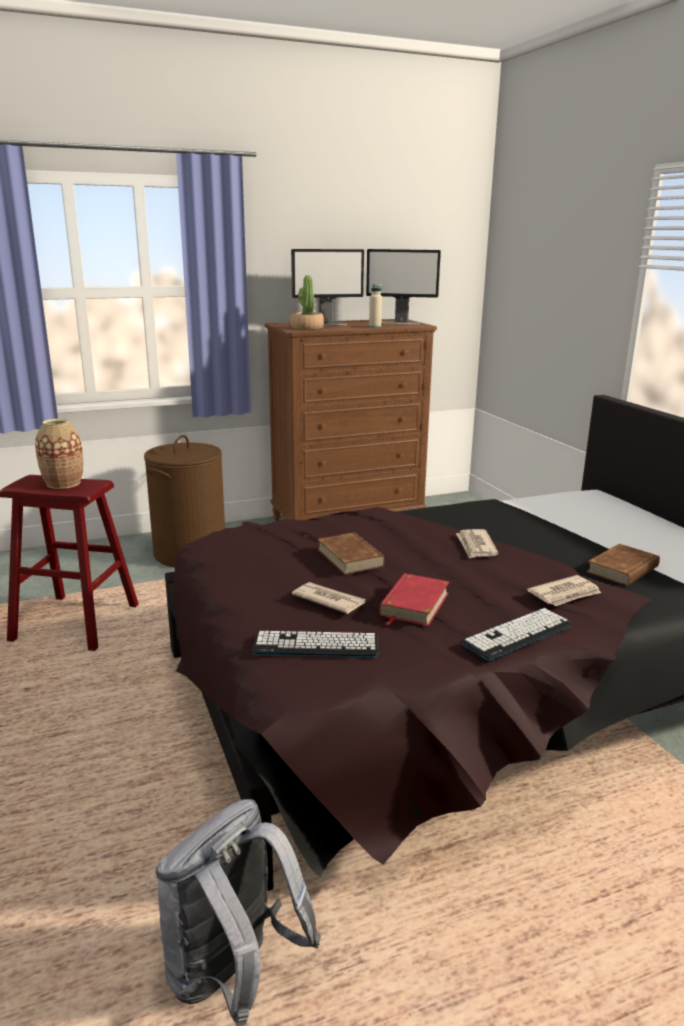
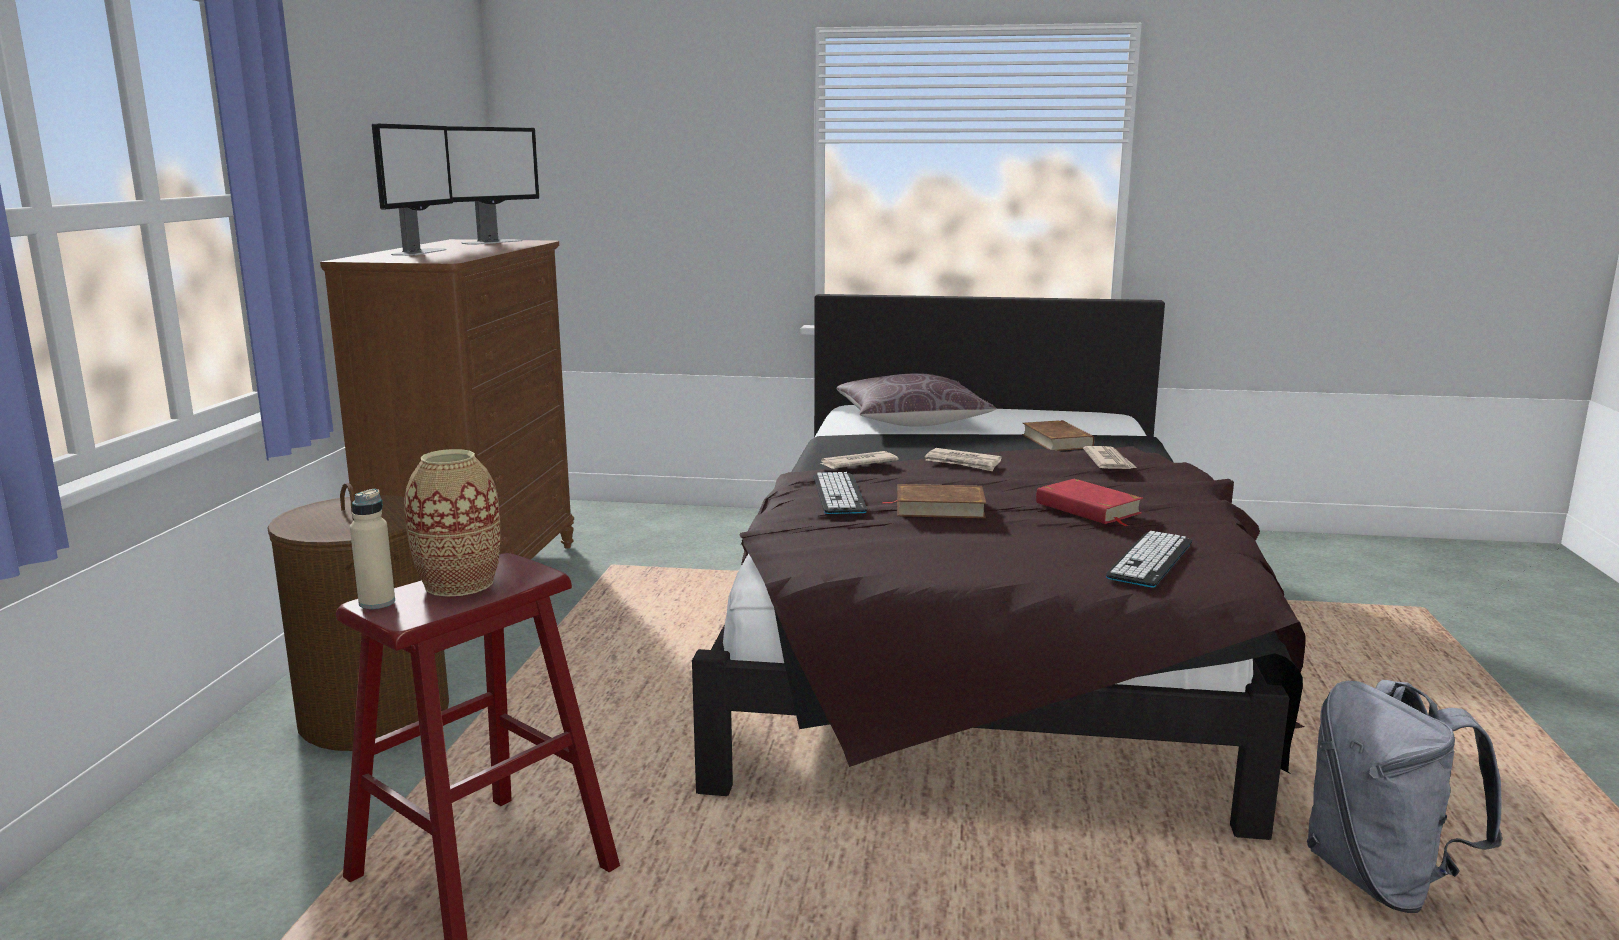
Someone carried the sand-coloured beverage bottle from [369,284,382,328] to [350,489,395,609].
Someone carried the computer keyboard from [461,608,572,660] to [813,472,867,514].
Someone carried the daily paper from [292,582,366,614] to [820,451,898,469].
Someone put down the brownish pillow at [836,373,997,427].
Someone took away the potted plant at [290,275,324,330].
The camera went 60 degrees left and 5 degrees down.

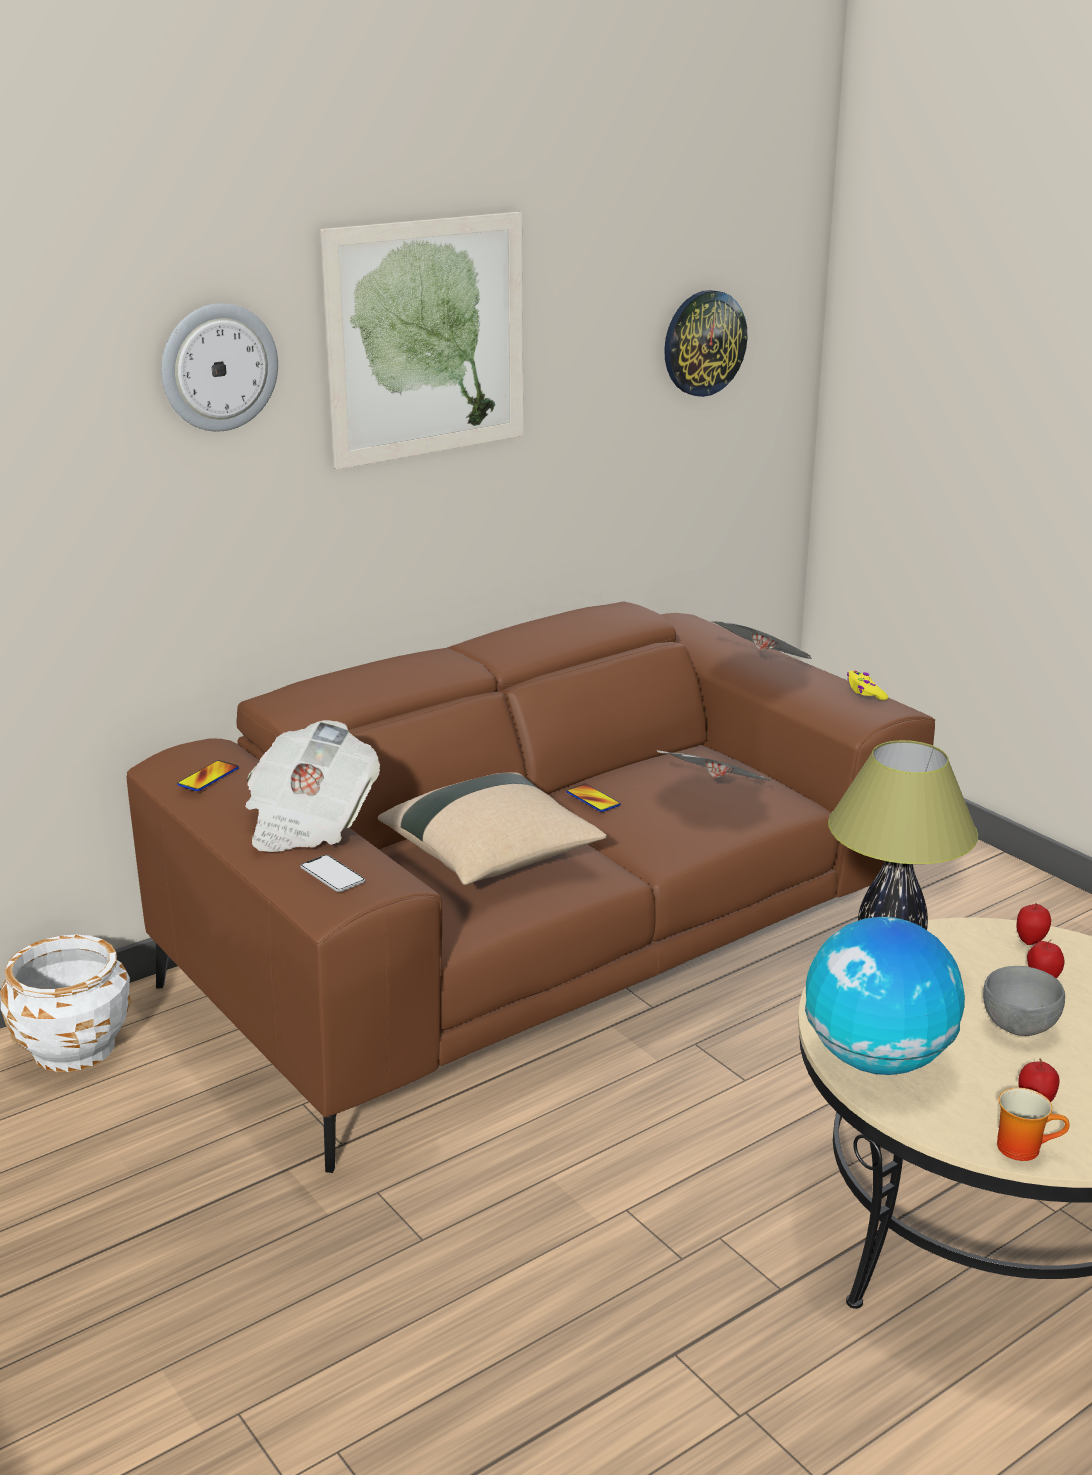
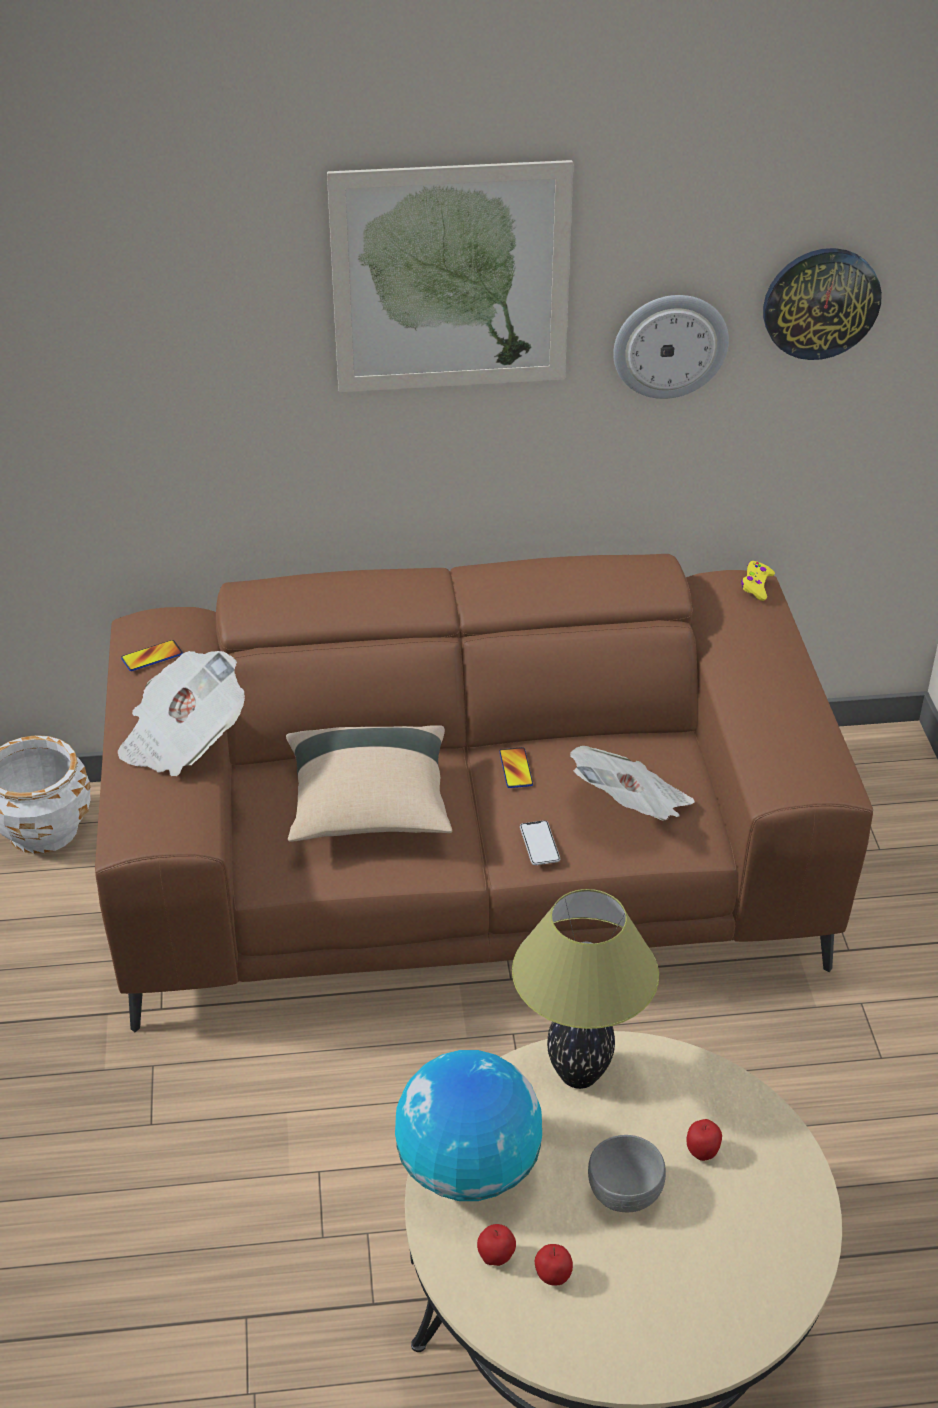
Someone carried the apple from [1017,903,1051,945] to [477,1224,516,1266].
Someone carried the telephone from [300,855,365,892] to [520,820,560,865].
Someone carried the clock on the wall from [161,303,278,432] to [613,295,729,399].
Someone carried the yellow-coloured gamepad from [847,671,888,700] to [741,561,775,601].
Someone took away the daily paper at [709,621,815,659].
Someone took away the tea mug at [997,1088,1070,1161].
The camera went 30 degrees right and 15 degrees up.

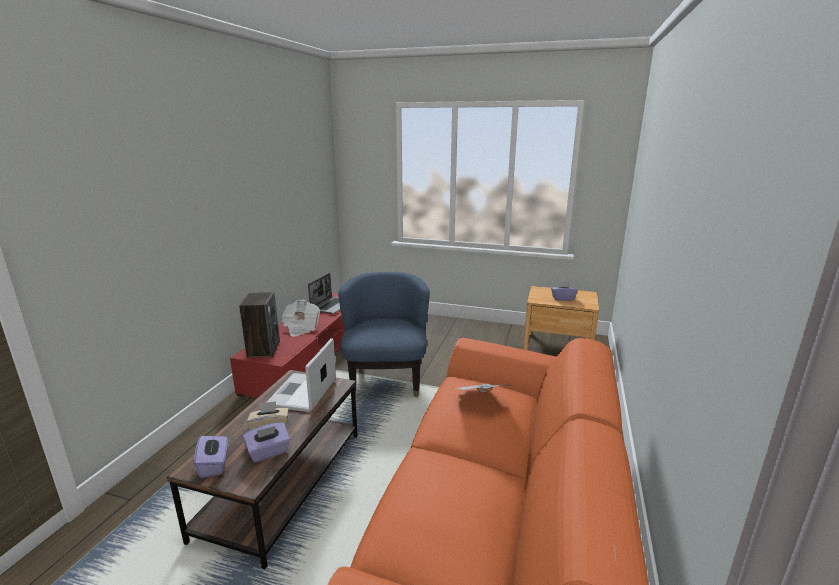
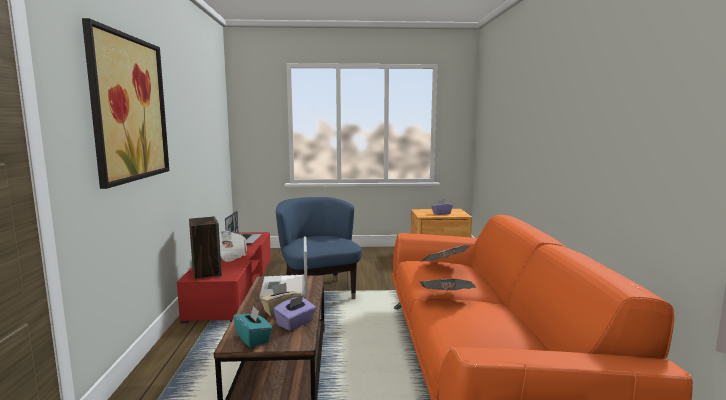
Someone put up the wall art at [82,18,169,189].
Someone repainted the purple box of tissues at [194,433,228,478], which became the turquoise-coloured box of tissues at [233,305,272,347].
Someone put down the daily paper at [419,279,476,291].
The camera went 20 degrees left and 10 degrees down.

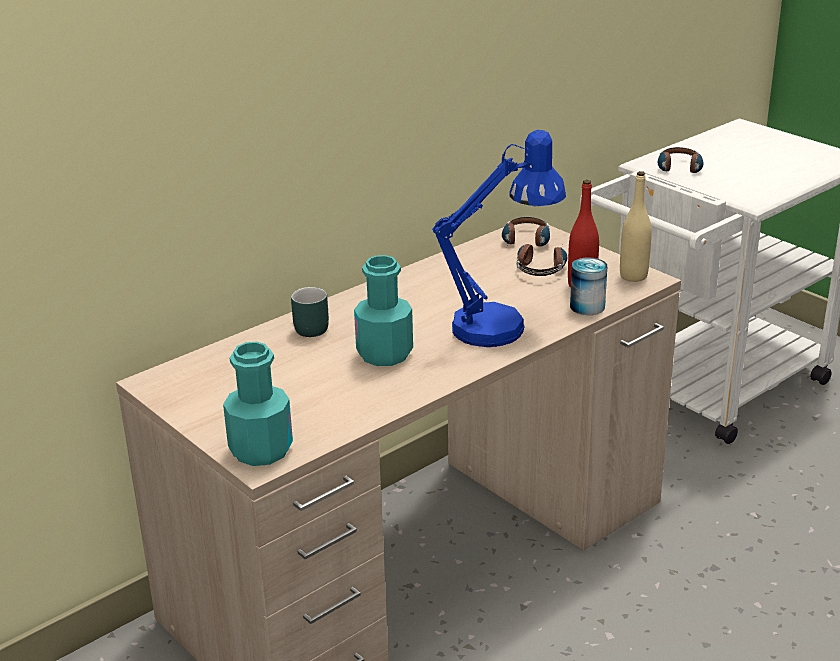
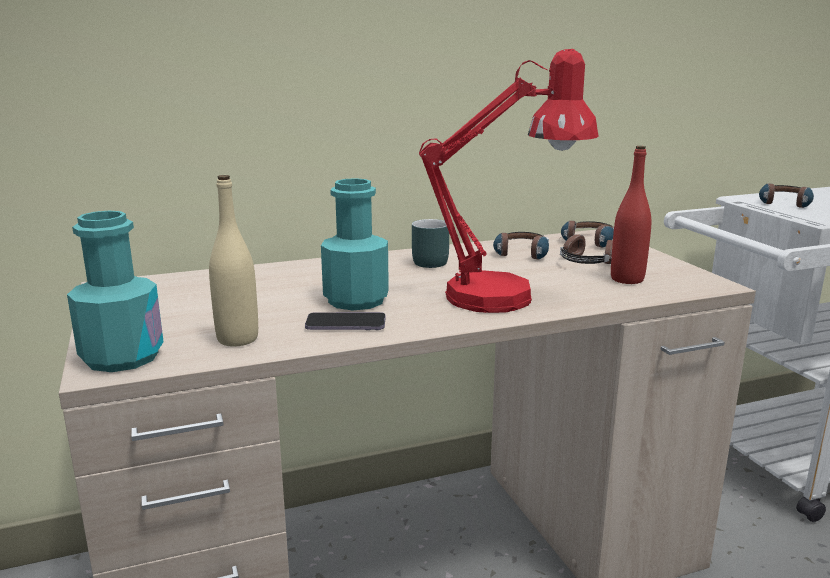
Someone carried the sand-coloured beverage bottle from [620,171,652,282] to [209,175,258,347].
Someone put down the telephone at [305,312,386,330].
Someone carried the turquoise-coloured tea mug from [291,287,329,337] to [412,219,449,268].
Someone repainted the blue-coloured table lamp at [432,130,566,347], which became the red-coloured table lamp at [419,49,599,313].
Someone put down the pair of headphones at [493,232,549,260].
Someone took away the can at [570,257,607,315].
The camera went 20 degrees right and 10 degrees down.

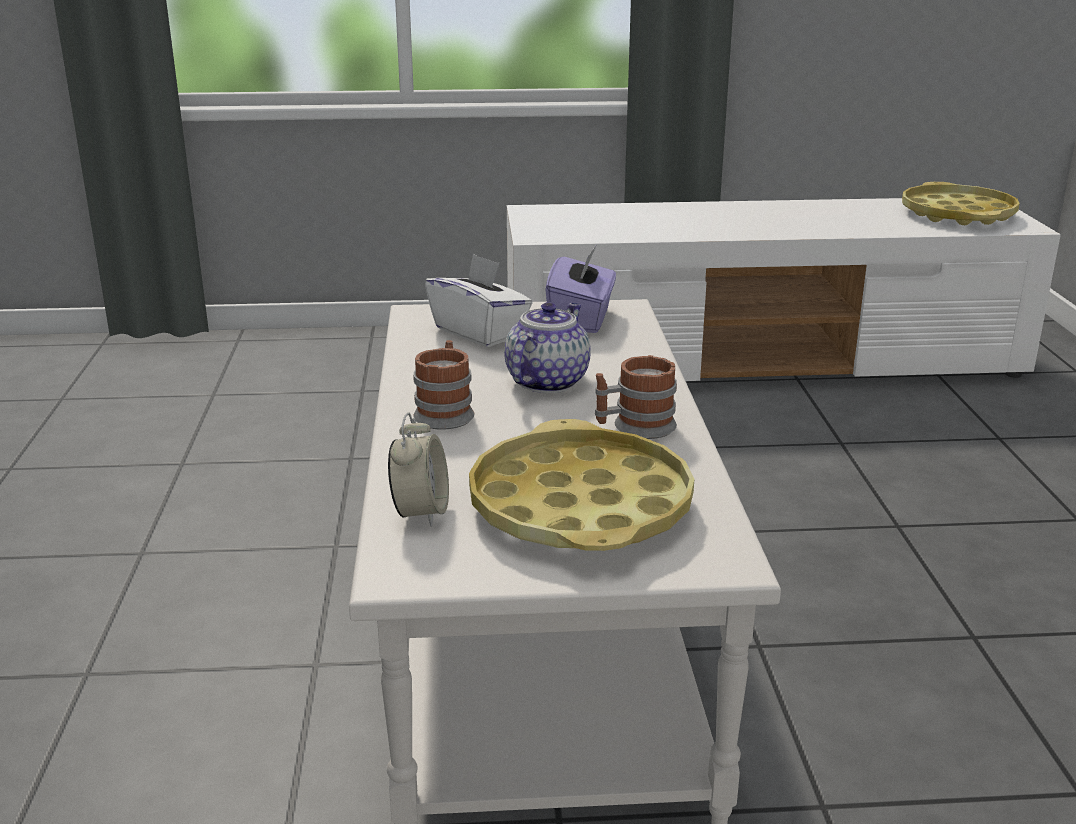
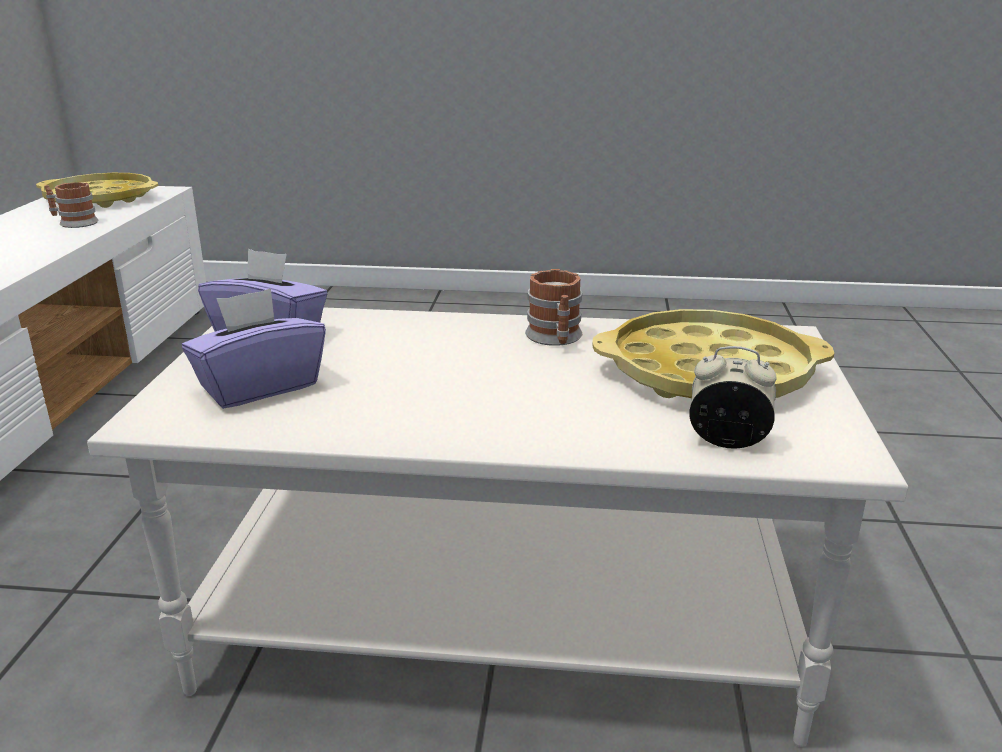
Someone carried the tea mug from [413,340,474,430] to [45,182,99,228].
Someone repainted the whitish box of tissues at [425,253,533,347], which became the purple box of tissues at [182,288,326,409].
Someone took away the pot for tea at [504,302,591,393].
The camera went 80 degrees left and 0 degrees up.

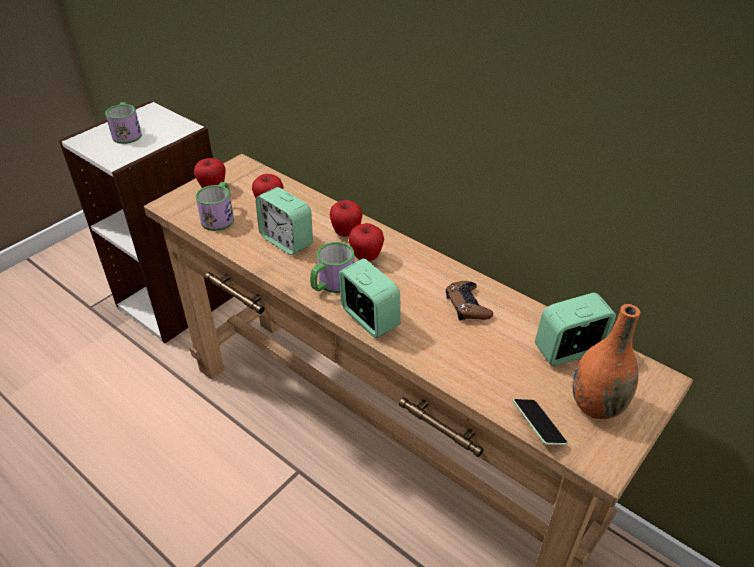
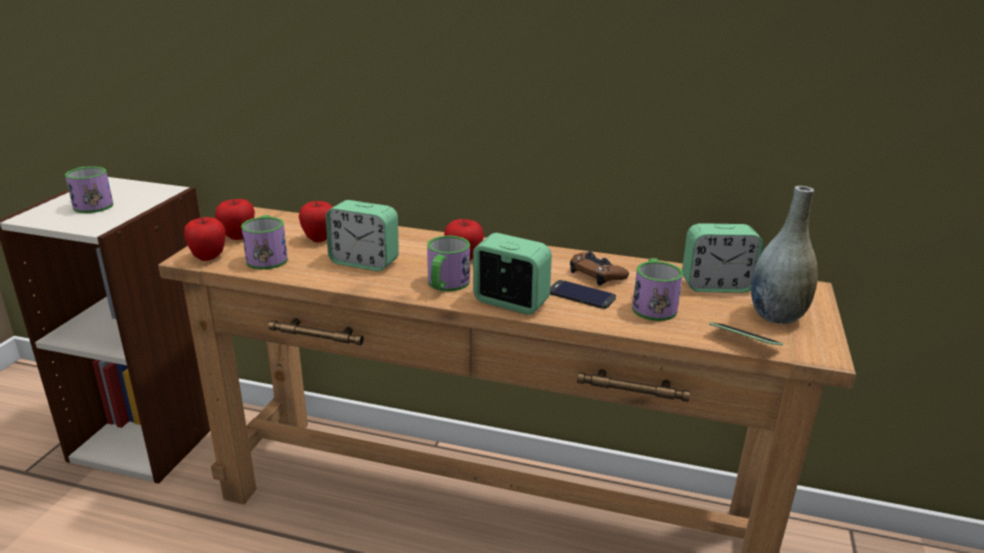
Someone carried the apple from [330,200,363,237] to [184,217,225,261].
Someone put down the telephone at [550,280,616,309].
Someone put down the tea mug at [632,258,683,321].
Someone rotated the bedside clock at [535,293,616,366] by 135 degrees counterclockwise.
Someone repainted the orangey vase at [572,304,640,419], which became the gray vase at [751,186,818,324].
The camera went 25 degrees left and 15 degrees down.

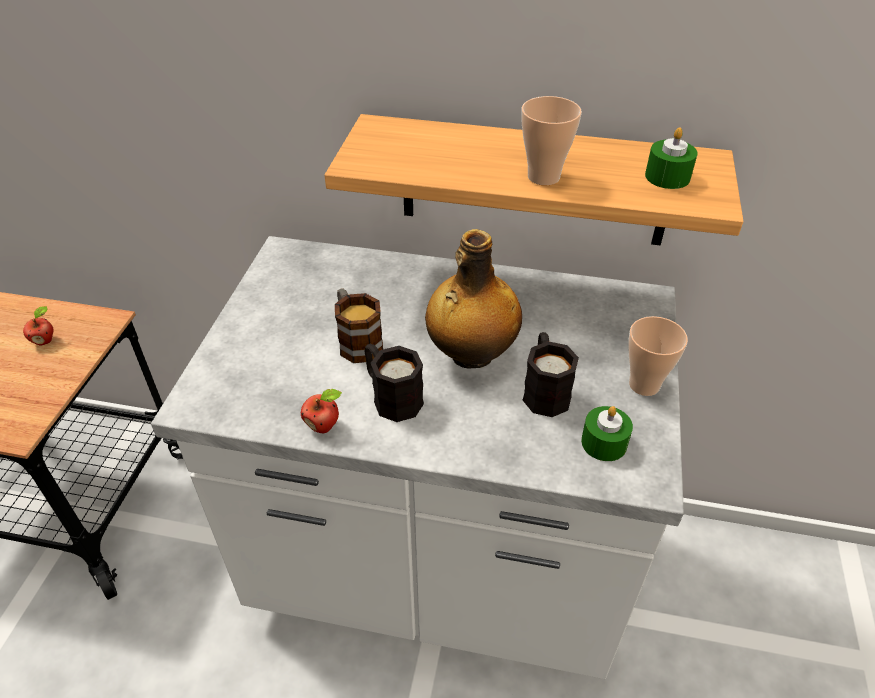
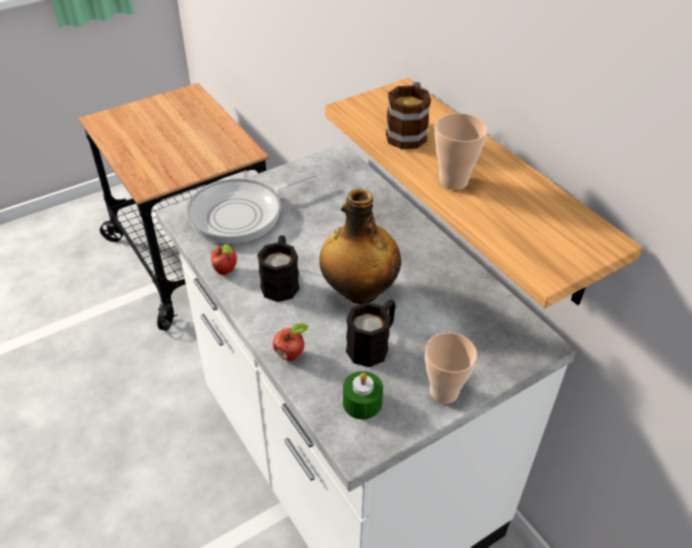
Someone put down the pan at [187,171,318,244].
Someone carried the apple from [23,306,54,345] to [273,323,309,361].
Someone carried the tea mug from [335,288,383,363] to [386,82,431,149].
Someone took away the green wax candle at [645,127,698,189].
The camera went 45 degrees right and 0 degrees up.

